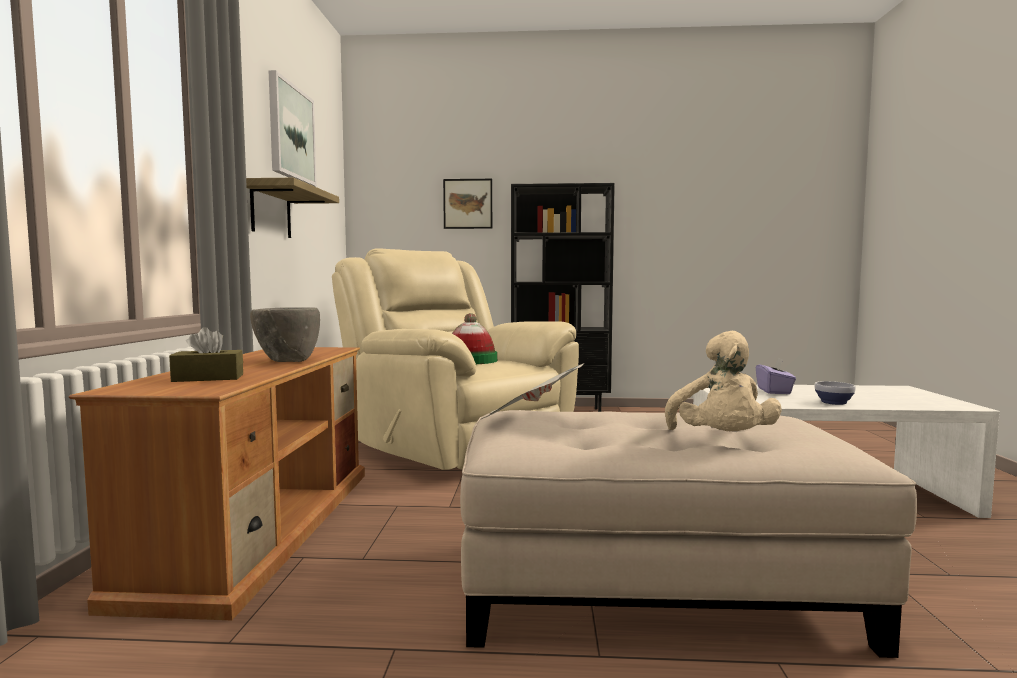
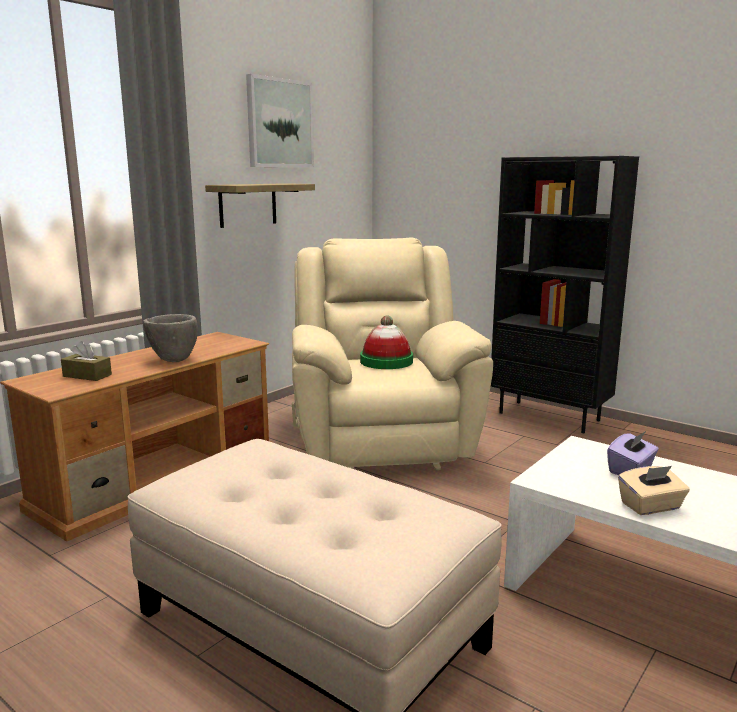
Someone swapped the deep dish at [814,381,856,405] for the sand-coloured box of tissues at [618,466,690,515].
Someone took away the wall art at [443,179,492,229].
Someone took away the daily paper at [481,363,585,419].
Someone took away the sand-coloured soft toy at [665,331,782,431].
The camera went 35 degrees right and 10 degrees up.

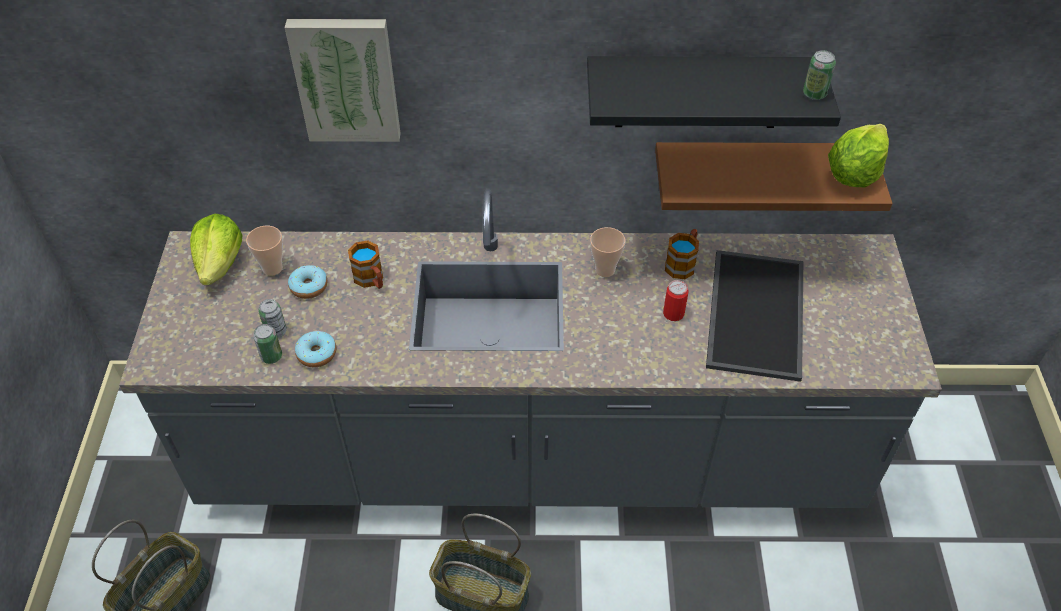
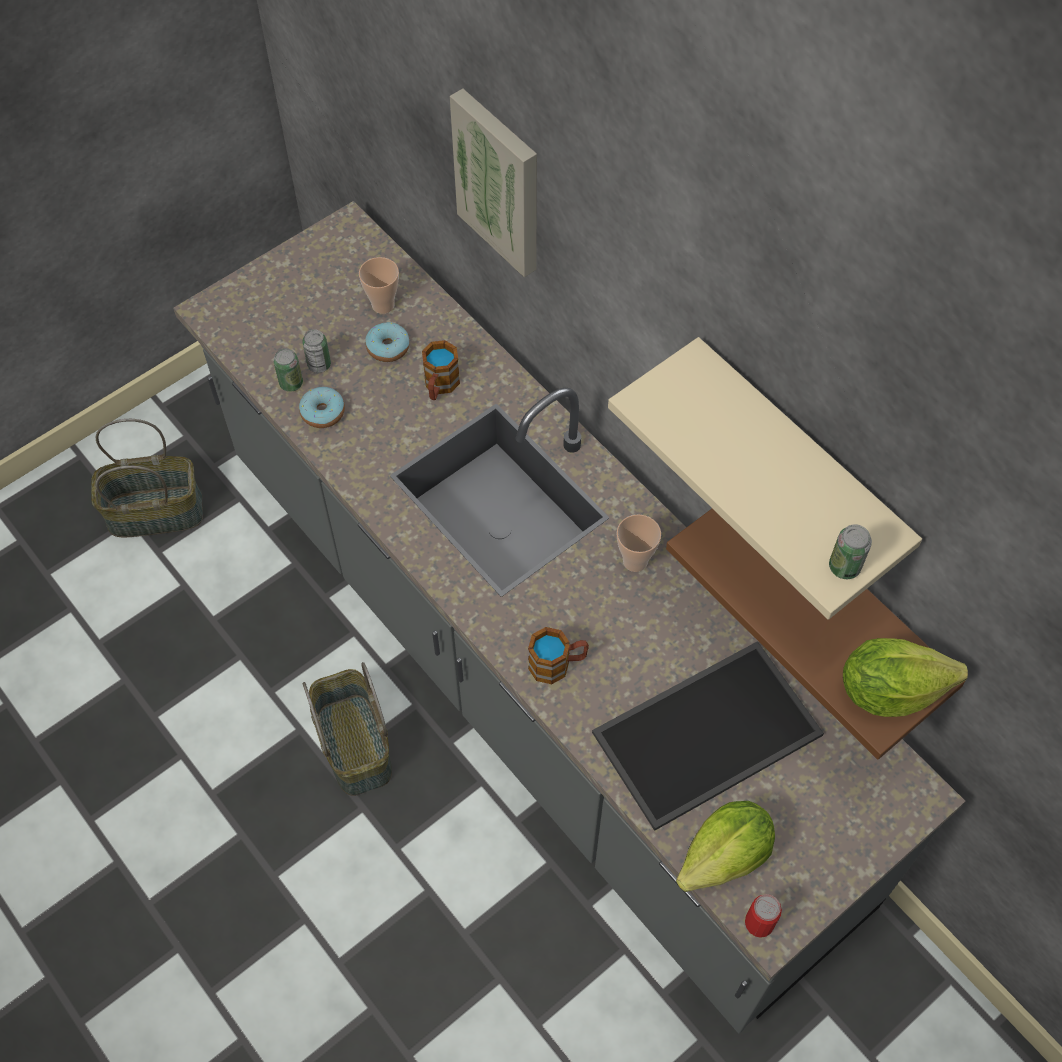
Someone carried the tea mug from [665,229,699,279] to [528,627,589,684].
Someone repainted the black-coloured shelf at [587,56,841,128], which became the sand-coloured shelf at [608,337,922,620].
Someone carried the head of lettuce from [190,214,242,285] to [676,801,775,892].
Someone carried the can from [663,280,688,321] to [745,894,782,938].
The camera went 50 degrees right and 10 degrees up.

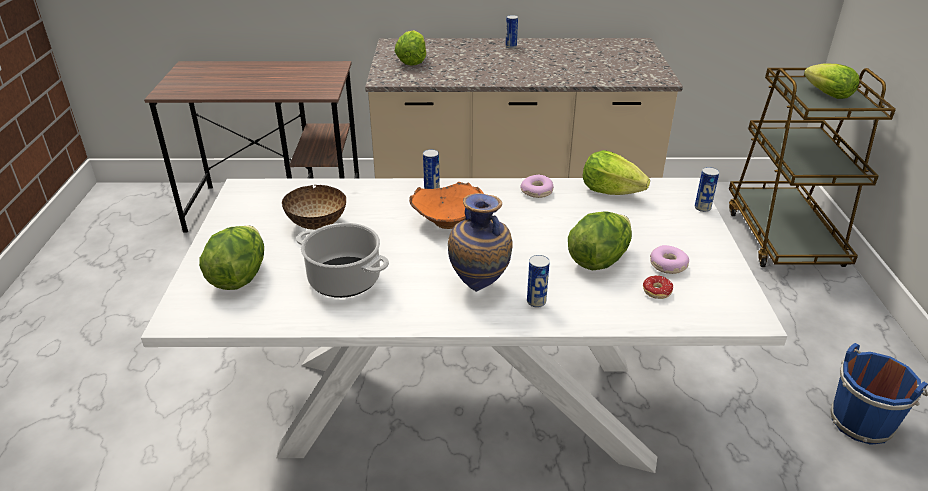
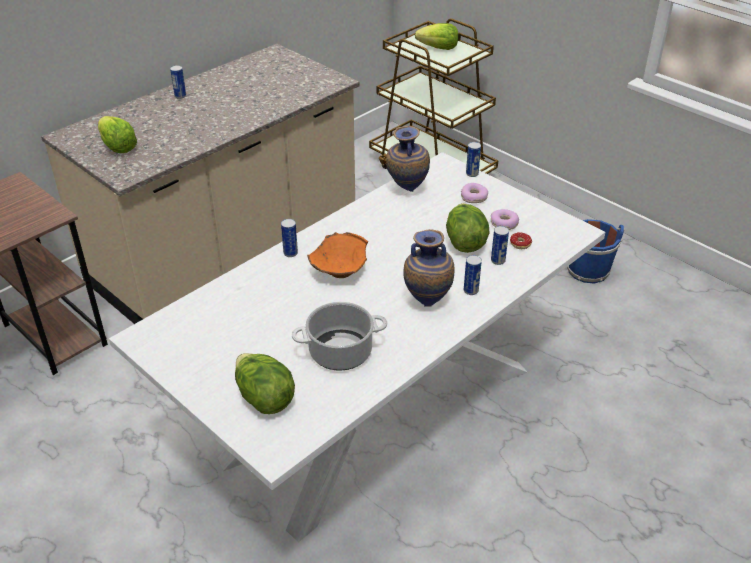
Someone swapped the head of lettuce at [583,150,650,195] for the vase at [386,126,430,192].
Someone carried the doughnut from [520,175,554,198] to [461,183,488,203].
Someone put down the can at [491,226,509,265].
Someone took away the deep dish at [282,185,346,230].
The camera went 45 degrees left and 5 degrees up.

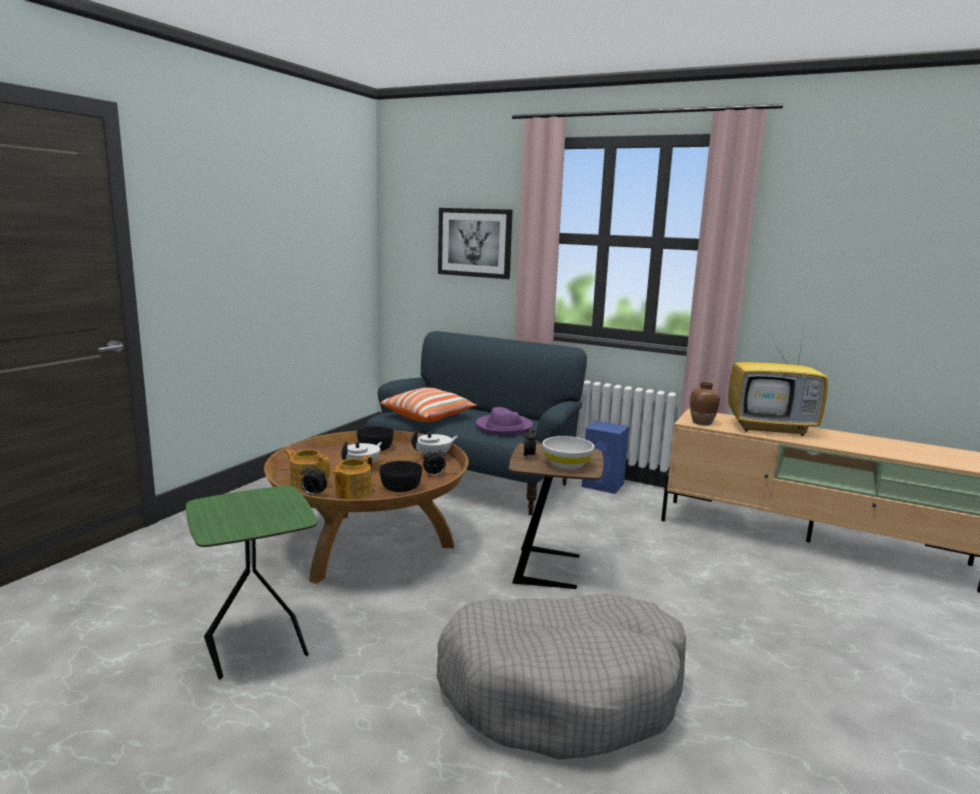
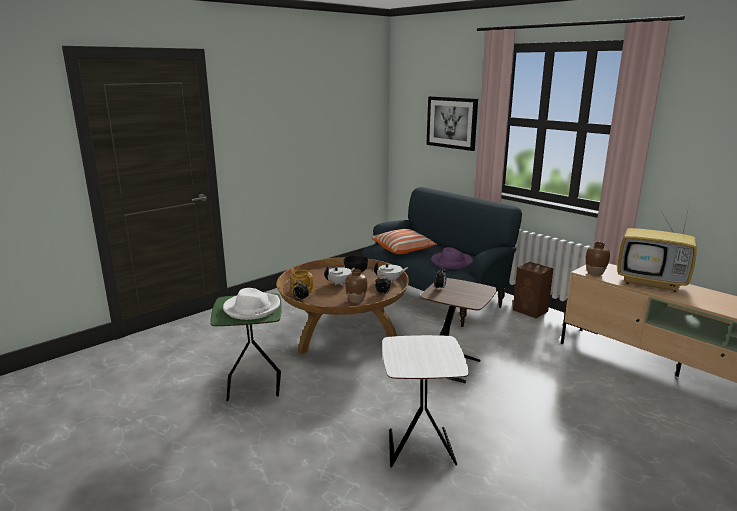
Someone put down the whitish clothing hat at [223,288,280,320].
Someone swapped the black-coloured deep dish at [379,461,422,492] for the brownish vase at [345,269,368,303].
Someone swapped the gray dog cushion at [437,594,686,760] for the whitish accent table at [382,335,469,467].
Someone repainted the blue-coloured loudspeaker at [581,421,629,494], which became the brownish loudspeaker at [513,262,553,318].
Someone took away the pot for tea at [332,455,373,499].
Someone took away the whitish deep dish at [542,436,594,469].
The camera went 20 degrees right and 5 degrees up.

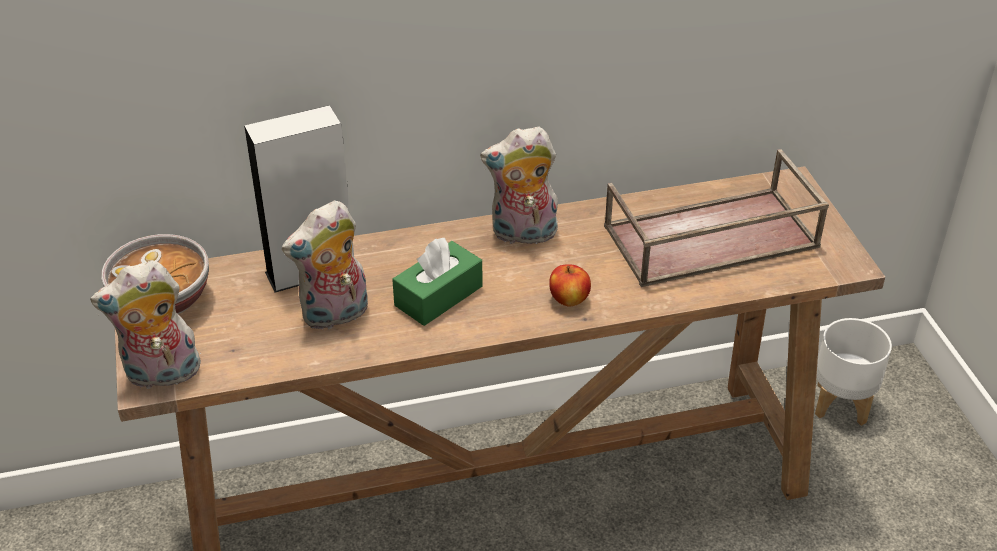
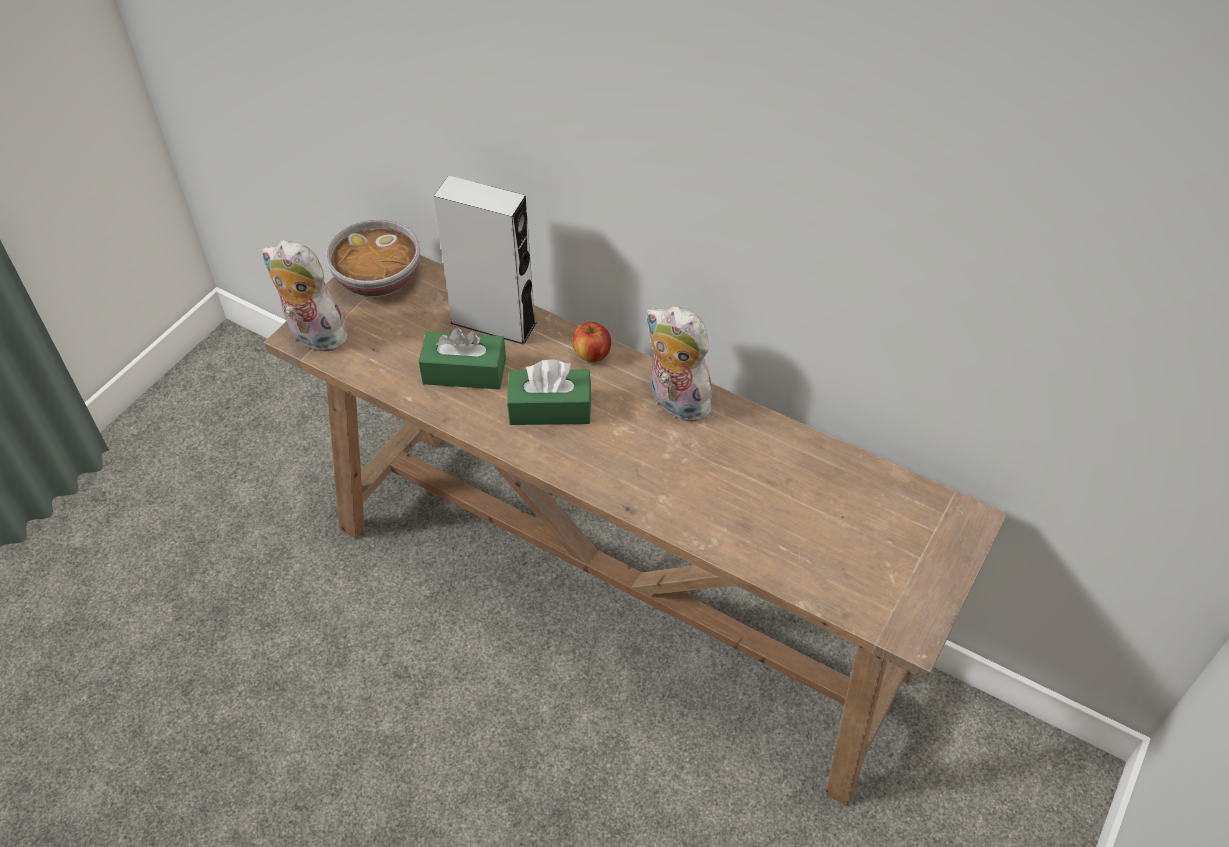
Someone swapped the soft toy at [282,200,368,330] for the green box of tissues at [418,327,506,389].
Someone carried the apple from [549,264,591,307] to [573,322,611,362].
Someone took away the brownish serving tray at [604,149,829,287].
Someone took away the whitish planter at [815,318,892,426].
The camera went 45 degrees right and 10 degrees up.

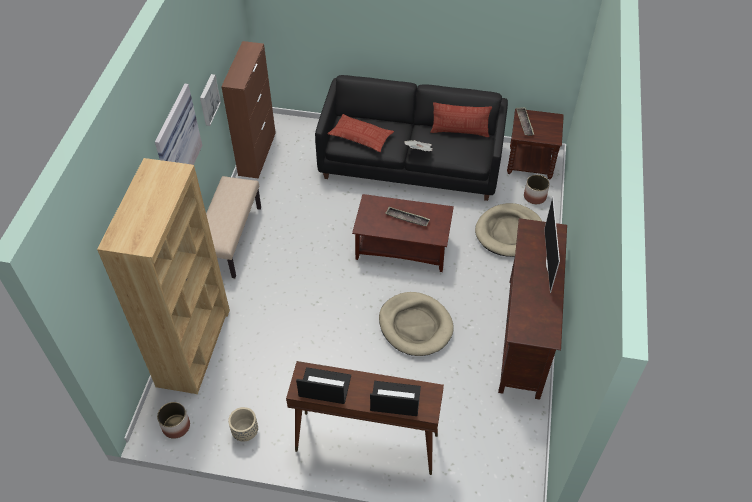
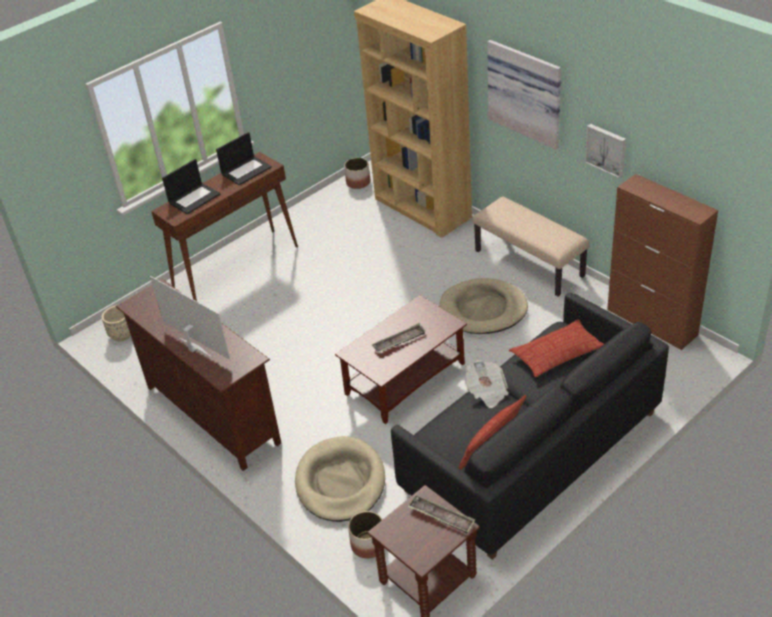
Someone carried the sand-coloured planter from [228,407,258,442] to [102,305,131,341].
Someone carried the sand-coloured dog cushion from [379,292,454,356] to [439,278,528,334].
The camera went 130 degrees right and 10 degrees down.

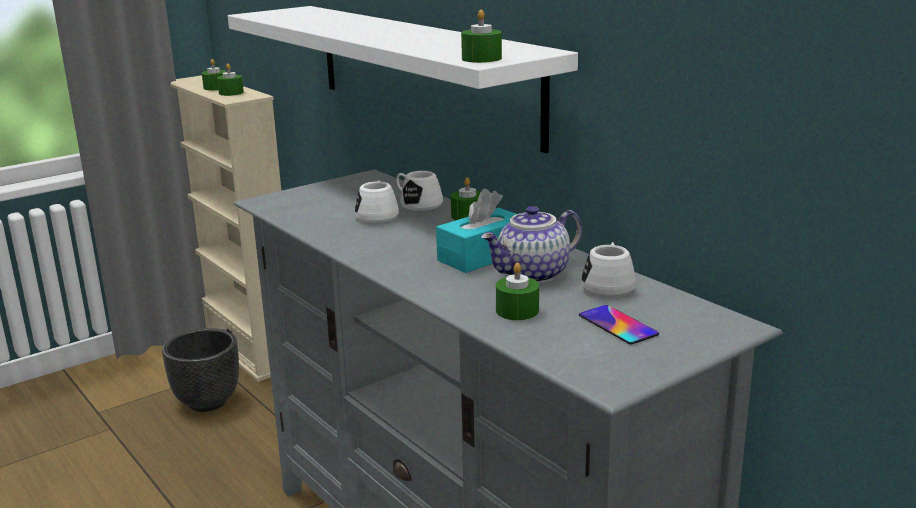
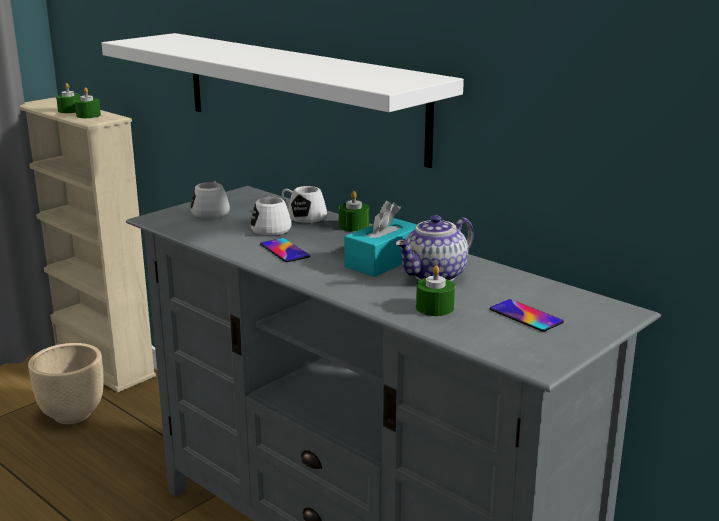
Someone repainted the black-coloured planter at [162,328,239,412], which became the sand-coloured planter at [28,343,104,424].
Someone carried the whitish tea mug from [581,242,636,298] to [191,181,230,218].
Someone put down the telephone at [260,238,310,262].
Someone took away the green wax candle at [461,9,502,63].
The camera went 10 degrees left and 0 degrees up.

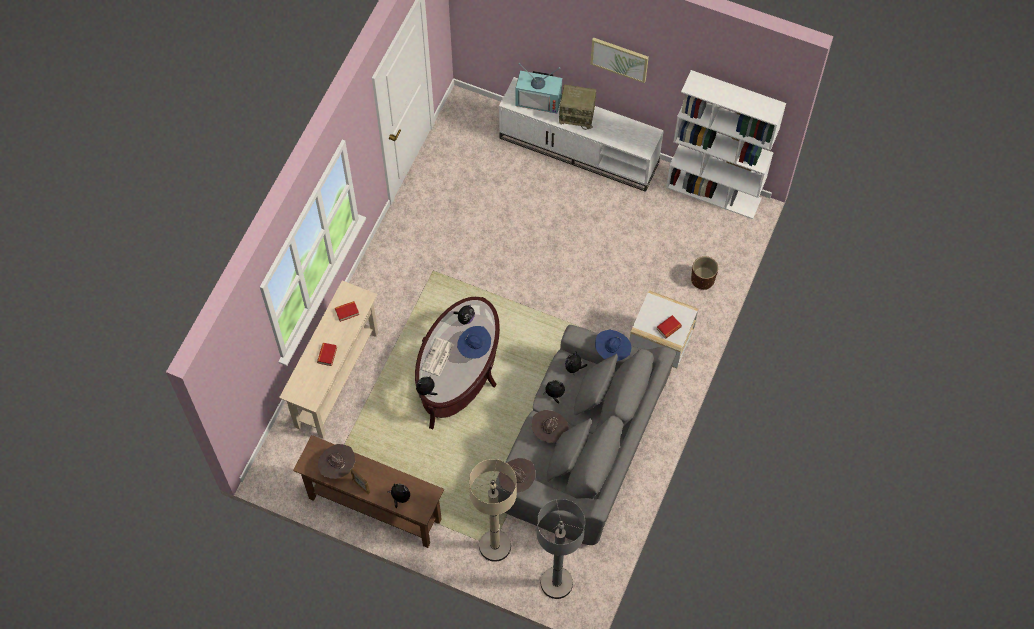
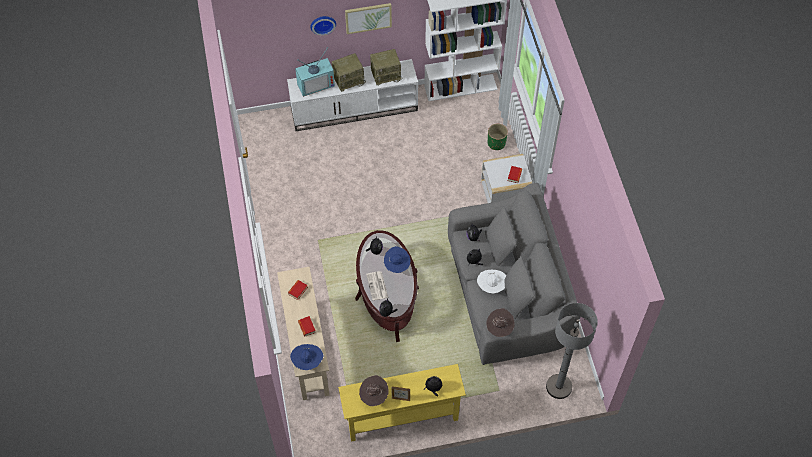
Someone carried the blue-coloured clothing hat from [595,329,631,361] to [290,344,323,370].
Someone put up the clock on the wall at [310,16,336,35].
Someone repainted the brownish console table at [293,435,444,548], which became the yellow-coloured console table at [338,364,466,442].
Someone put down the radio receiver at [370,49,402,86].
Someone repainted the brownish clothing hat at [532,410,569,443], which became the whitish clothing hat at [477,270,506,294].
Someone repainted the brownish planter at [691,256,718,290], which became the green planter at [488,124,508,150].
Someone took away the sand-coloured standing lamp at [469,459,517,562].
The camera went 35 degrees left and 5 degrees down.

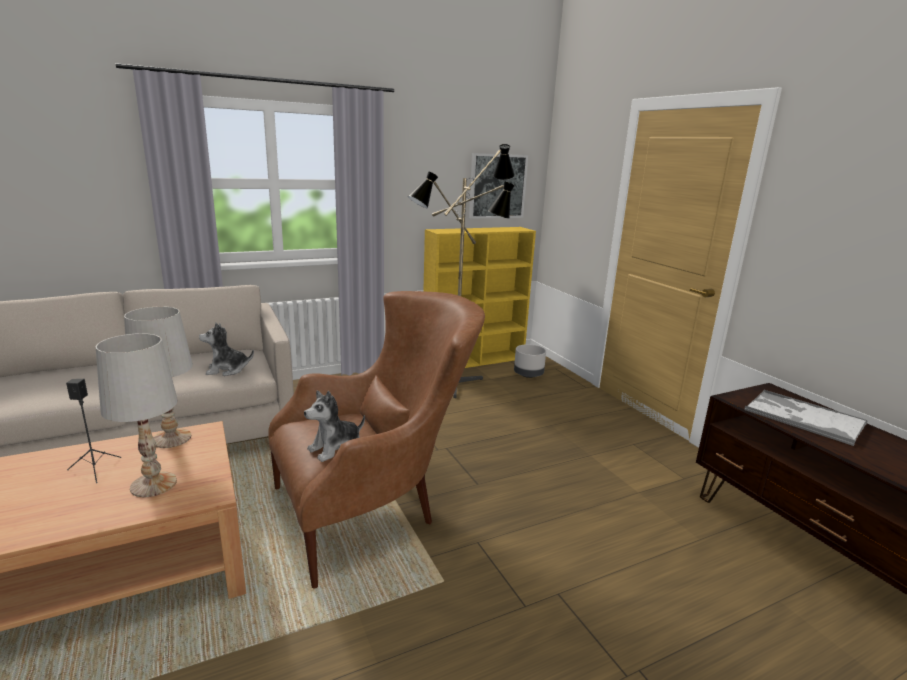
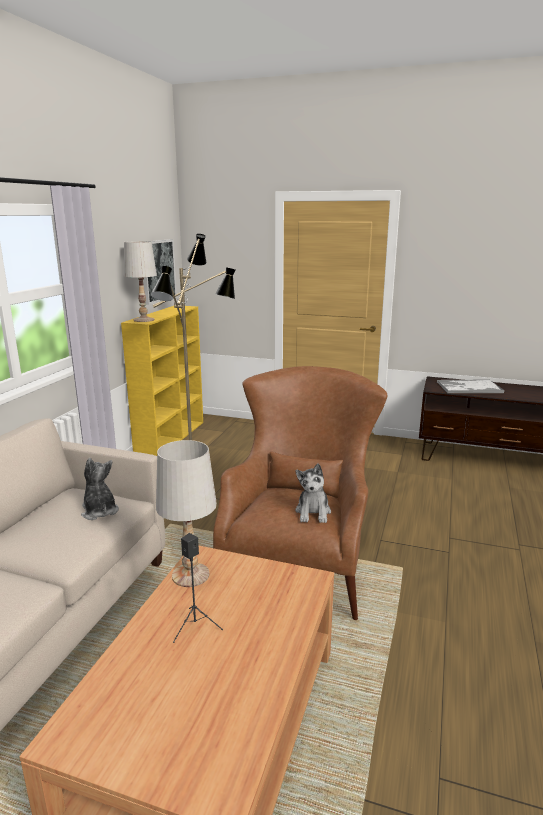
Someone rotated the soft toy at [199,323,254,376] by 120 degrees clockwise.
Someone carried the whitish table lamp from [96,333,178,497] to [124,241,157,322].
Someone took away the gray planter at [514,344,546,378].
The camera went 45 degrees left and 0 degrees up.

